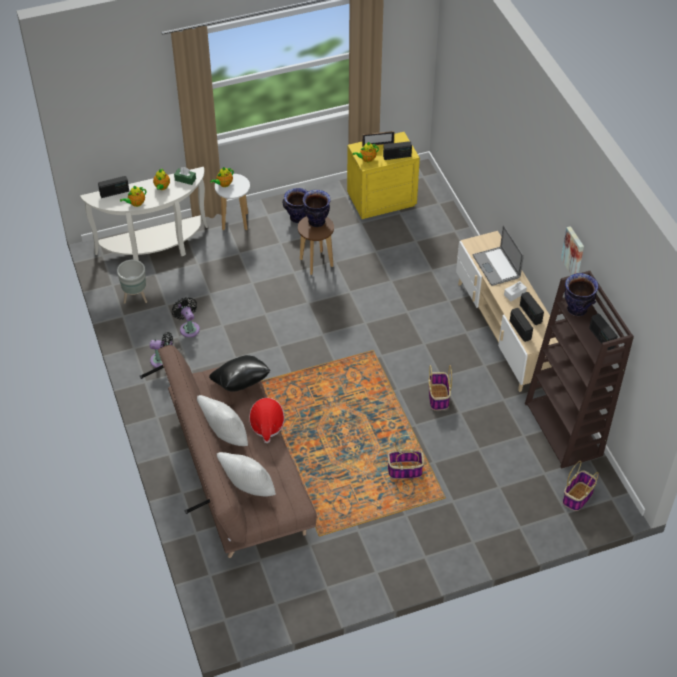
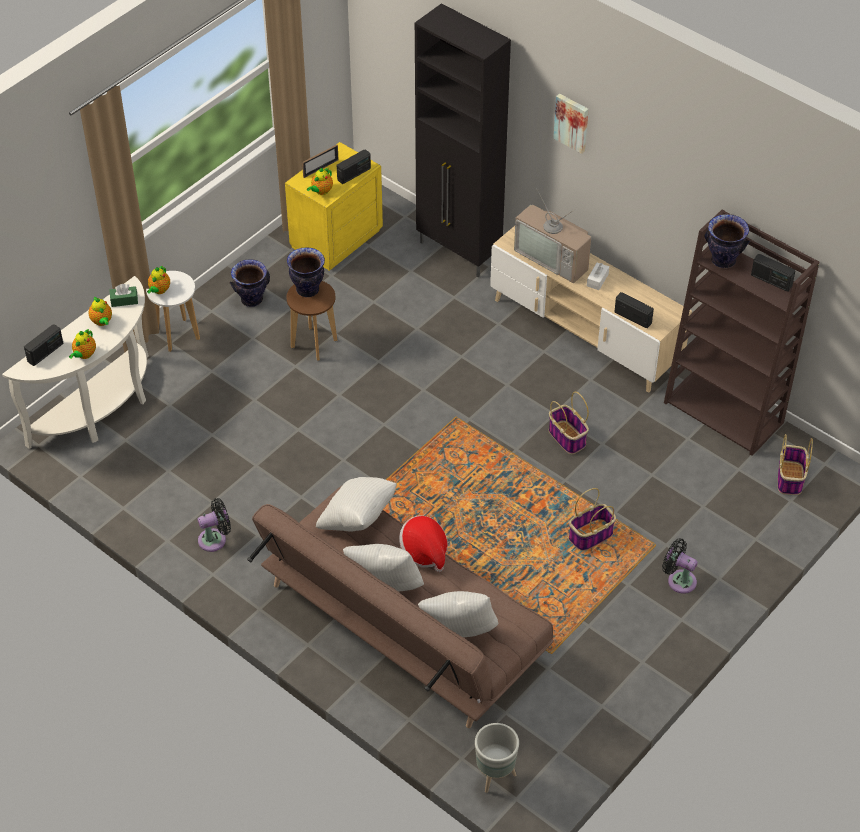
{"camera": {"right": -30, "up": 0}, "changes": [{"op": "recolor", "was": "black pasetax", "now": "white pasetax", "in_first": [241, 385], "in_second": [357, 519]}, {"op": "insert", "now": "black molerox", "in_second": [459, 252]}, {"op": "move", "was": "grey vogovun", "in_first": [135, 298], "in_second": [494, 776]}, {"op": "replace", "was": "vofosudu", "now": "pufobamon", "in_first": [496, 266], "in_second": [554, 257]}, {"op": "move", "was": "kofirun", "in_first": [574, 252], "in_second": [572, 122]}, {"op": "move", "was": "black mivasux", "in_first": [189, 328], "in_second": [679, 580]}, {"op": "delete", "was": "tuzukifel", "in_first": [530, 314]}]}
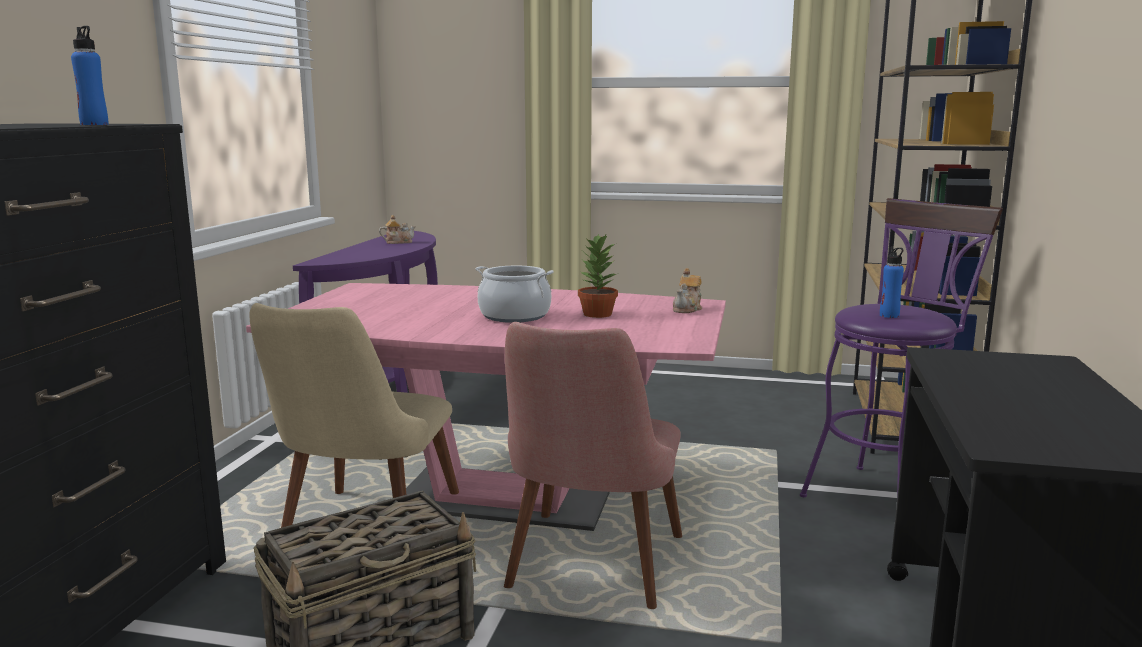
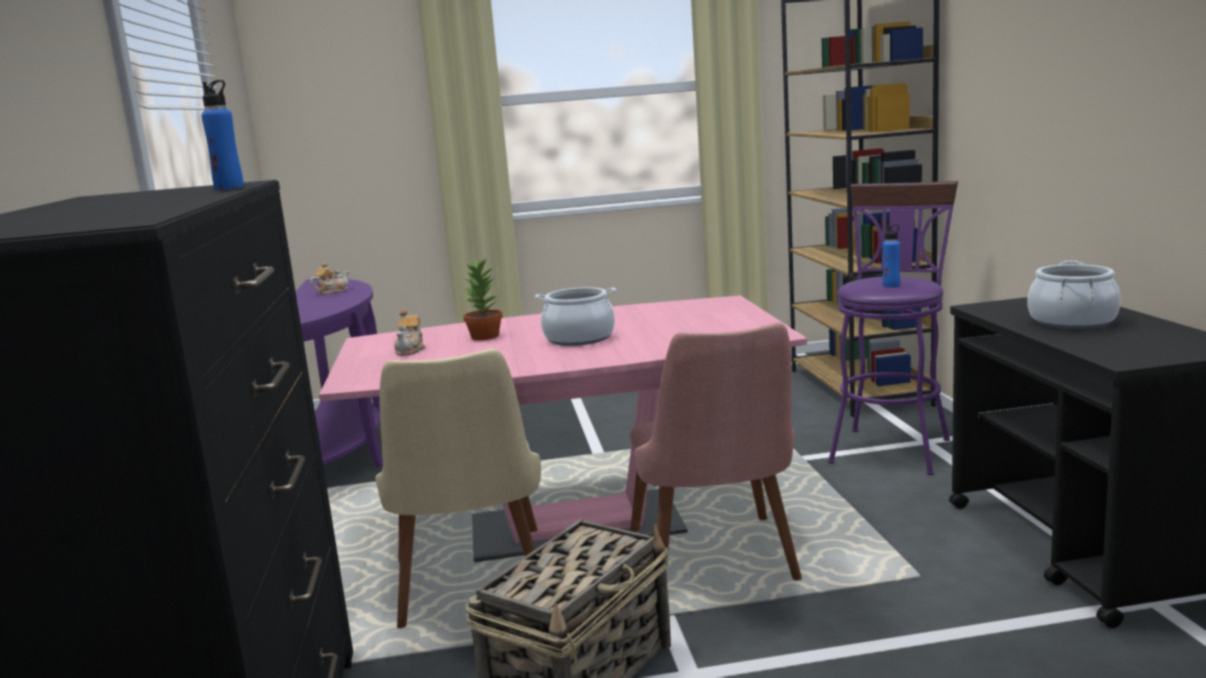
{"camera": {"right": -20, "up": 0}, "changes": [{"op": "move", "was": "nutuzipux", "in_first": [687, 309], "in_second": [410, 350]}, {"op": "move", "was": "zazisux", "in_first": [597, 314], "in_second": [485, 337]}, {"op": "insert", "now": "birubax", "in_second": [1072, 321]}]}
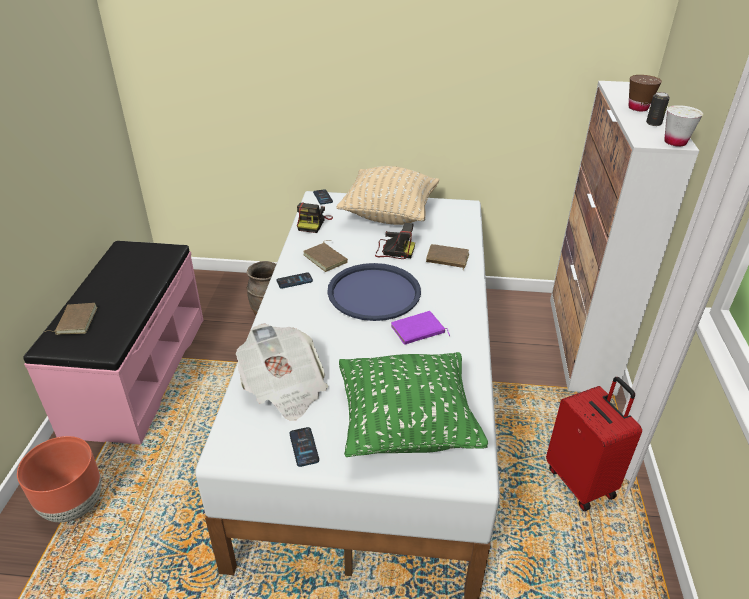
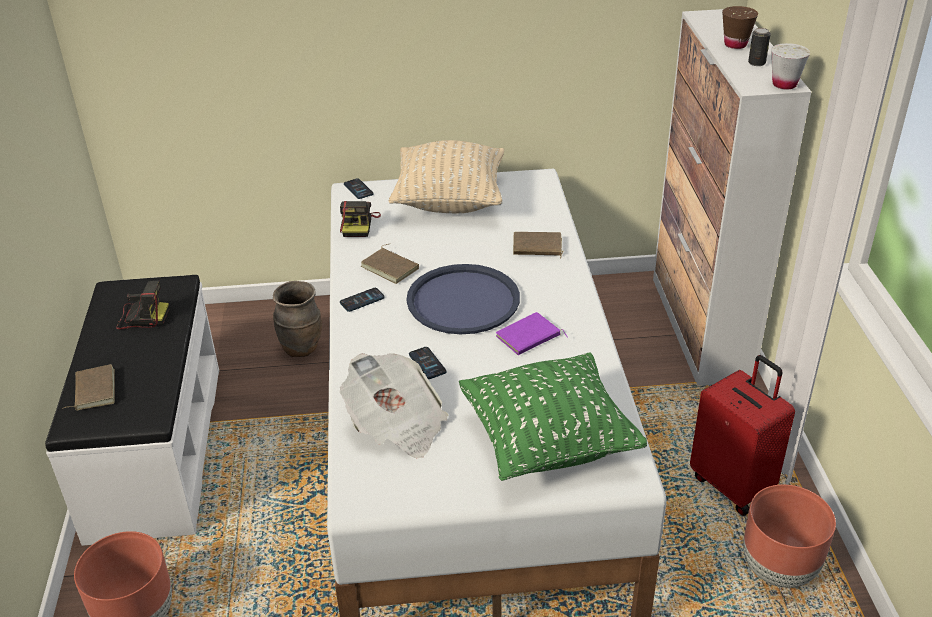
{"camera": {"right": -10, "up": 0}, "changes": [{"op": "recolor", "was": "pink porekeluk", "now": "white porekeluk", "in_first": [136, 373], "in_second": [154, 450]}, {"op": "move", "was": "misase", "in_first": [393, 250], "in_second": [141, 317]}, {"op": "move", "was": "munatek", "in_first": [304, 447], "in_second": [427, 363]}, {"op": "insert", "now": "brown vogovun", "in_second": [779, 569]}]}
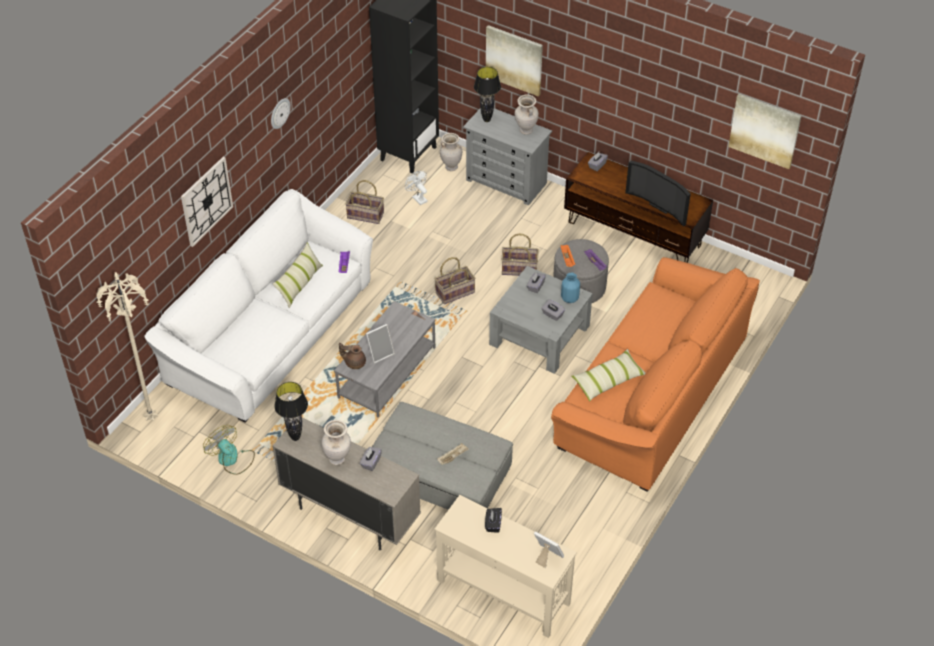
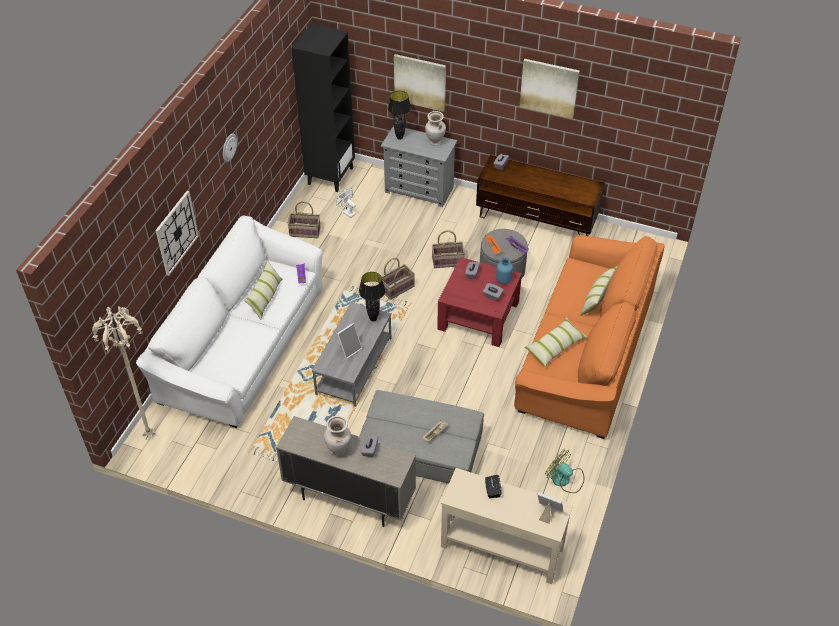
{"camera": {"right": -10, "up": 0}, "changes": [{"op": "move", "was": "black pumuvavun", "in_first": [295, 437], "in_second": [373, 319]}, {"op": "recolor", "was": "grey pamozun", "now": "red pamozun", "in_first": [539, 335], "in_second": [478, 315]}, {"op": "move", "was": "kofirun", "in_first": [764, 130], "in_second": [549, 88]}, {"op": "move", "was": "mivasux", "in_first": [232, 459], "in_second": [564, 479]}, {"op": "insert", "now": "pasetax", "in_second": [597, 298]}, {"op": "delete", "was": "brown nutuzipux", "in_first": [354, 362]}, {"op": "delete", "was": "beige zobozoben", "in_first": [451, 167]}, {"op": "delete", "was": "pufobamon", "in_first": [661, 205]}]}
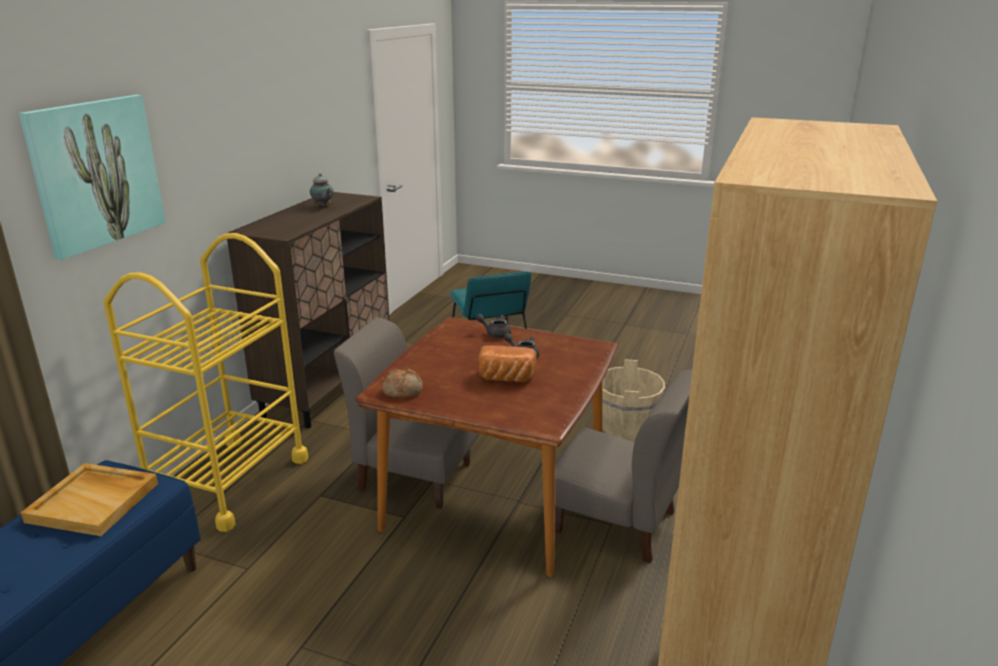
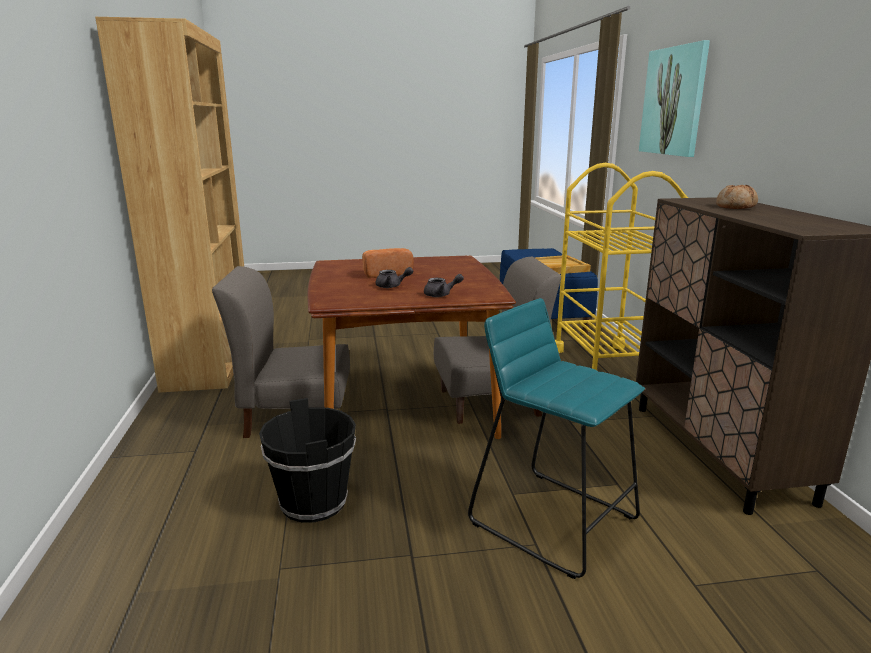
{"camera": {"right": 150, "up": -5}, "changes": [{"op": "recolor", "was": "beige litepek", "now": "black litepek", "in_first": [625, 435], "in_second": [314, 502]}, {"op": "move", "was": "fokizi", "in_first": [403, 390], "in_second": [736, 207]}, {"op": "delete", "was": "nutuzipux", "in_first": [323, 206]}]}
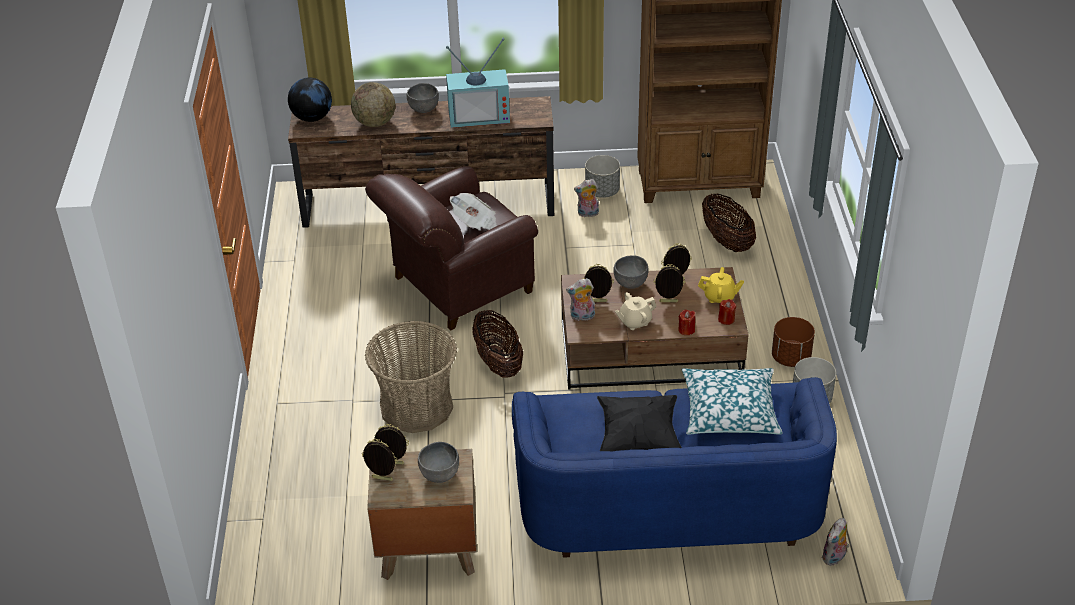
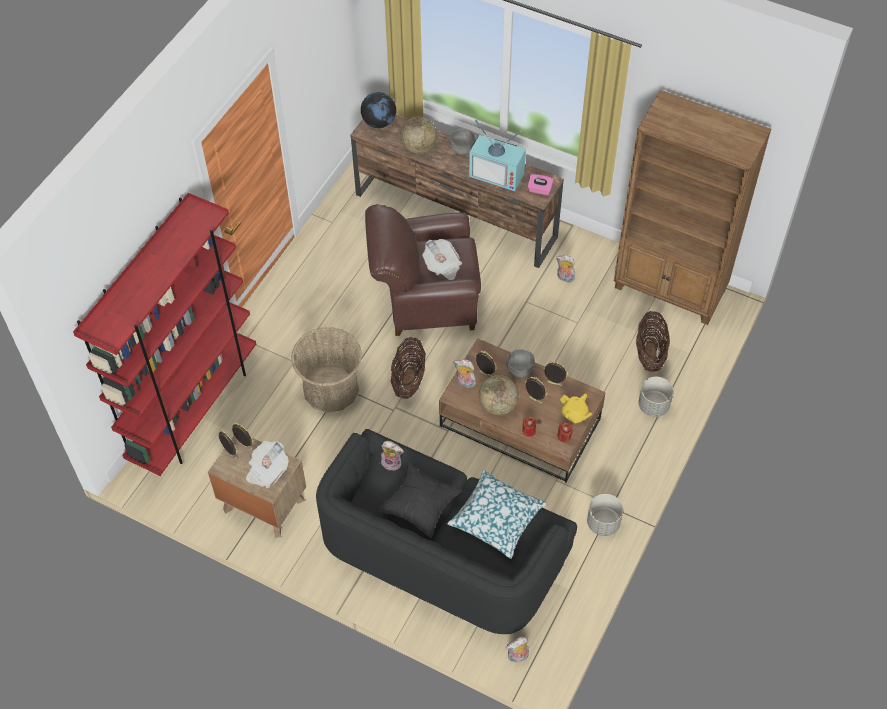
{"camera": {"right": 30, "up": 15}, "changes": [{"op": "insert", "now": "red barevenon", "in_second": [194, 408]}, {"op": "replace", "was": "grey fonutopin", "now": "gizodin", "in_first": [439, 475], "in_second": [267, 470]}, {"op": "recolor", "was": "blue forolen", "now": "black forolen", "in_first": [668, 500], "in_second": [441, 551]}, {"op": "insert", "now": "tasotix", "in_second": [392, 462]}, {"op": "replace", "was": "beige nutuzipux", "now": "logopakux", "in_first": [635, 322], "in_second": [498, 405]}, {"op": "insert", "now": "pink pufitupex", "in_second": [539, 189]}, {"op": "move", "was": "grey vogovun", "in_first": [602, 191], "in_second": [653, 406]}, {"op": "delete", "was": "brown vogovun", "in_first": [791, 358]}]}
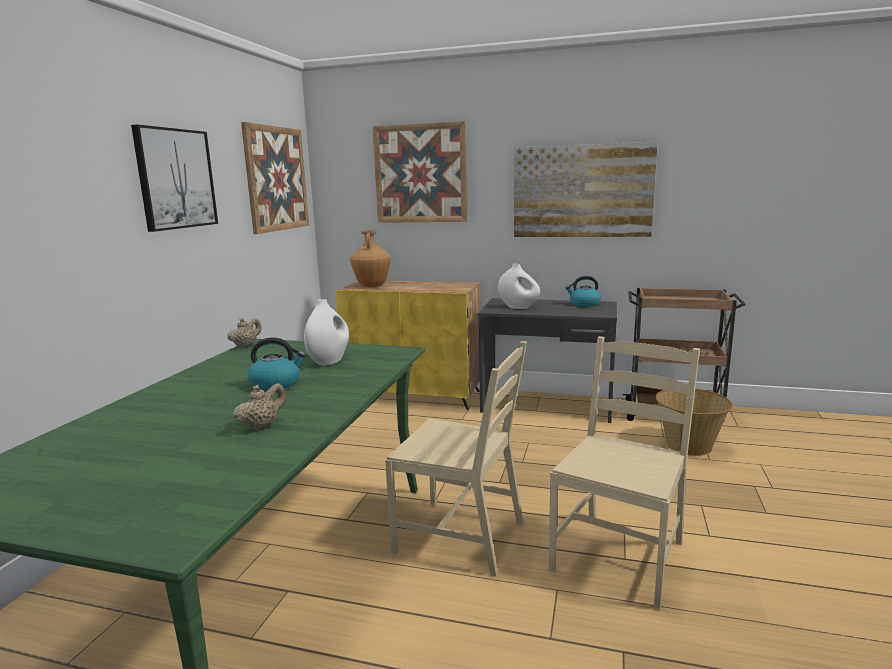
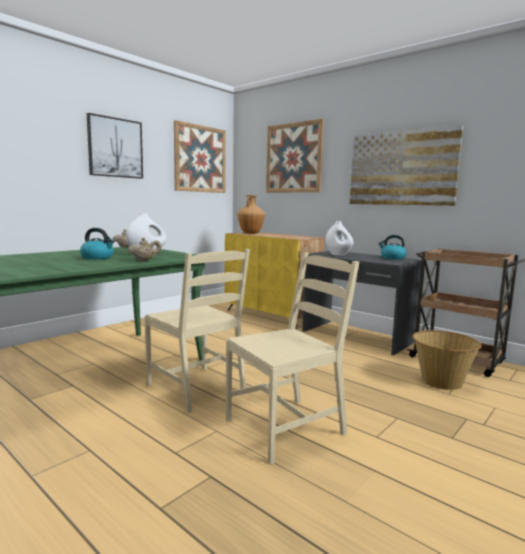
{"camera": {"right": 25, "up": -5}, "changes": [{"op": "move", "was": "beige nutuzipux", "in_first": [262, 425], "in_second": [144, 260]}]}
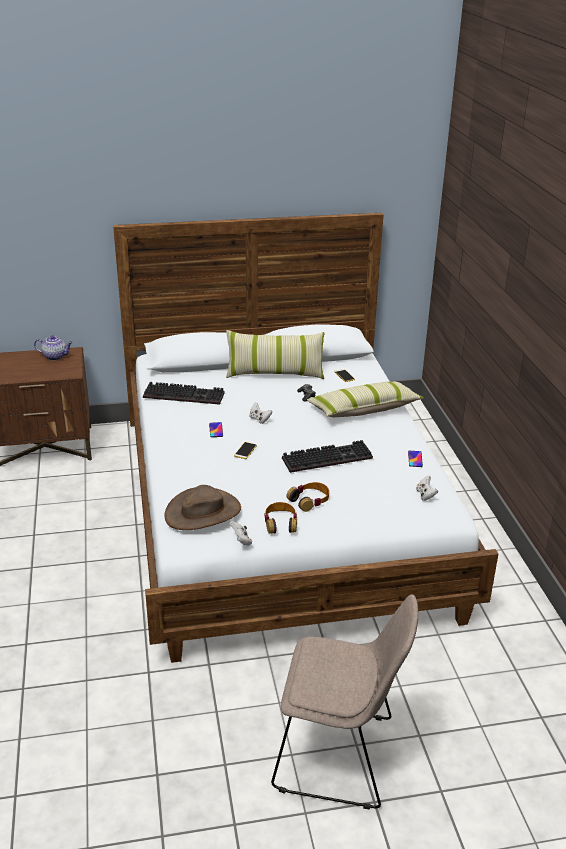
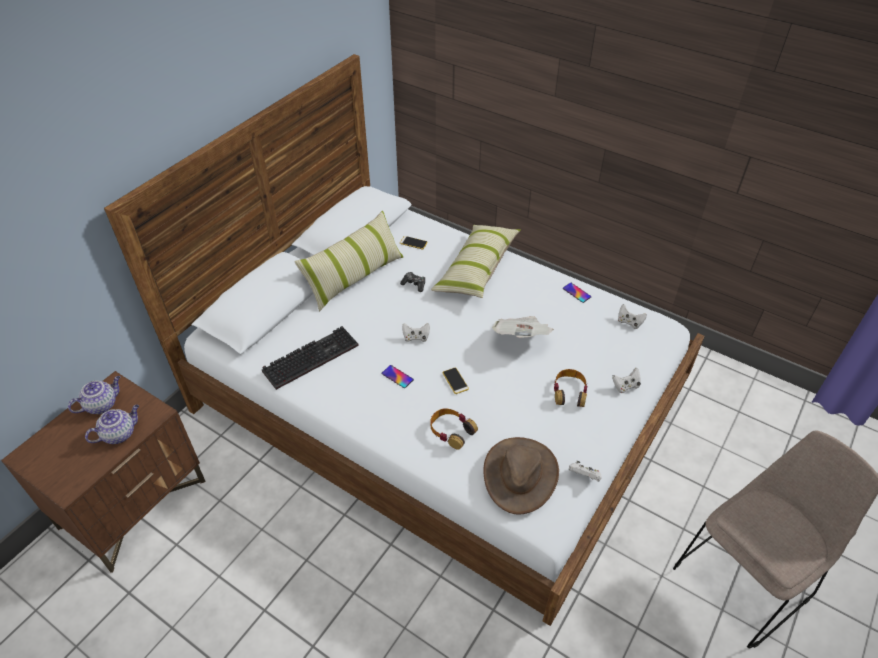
{"camera": {"right": -45, "up": 15}, "changes": [{"op": "insert", "now": "nutuzipux", "in_second": [120, 433]}, {"op": "move", "was": "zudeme", "in_first": [280, 523], "in_second": [451, 431]}, {"op": "replace", "was": "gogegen", "now": "gizodin", "in_first": [328, 457], "in_second": [521, 338]}, {"op": "insert", "now": "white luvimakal", "in_second": [625, 386]}]}
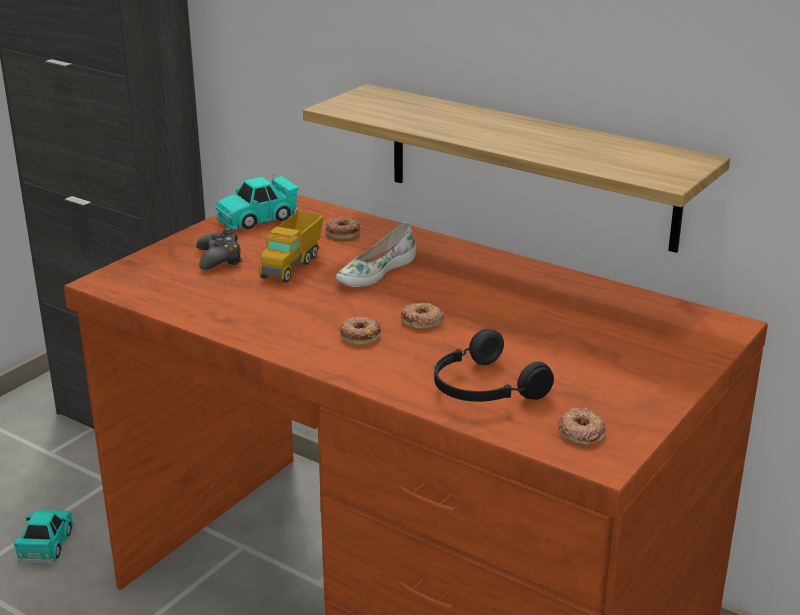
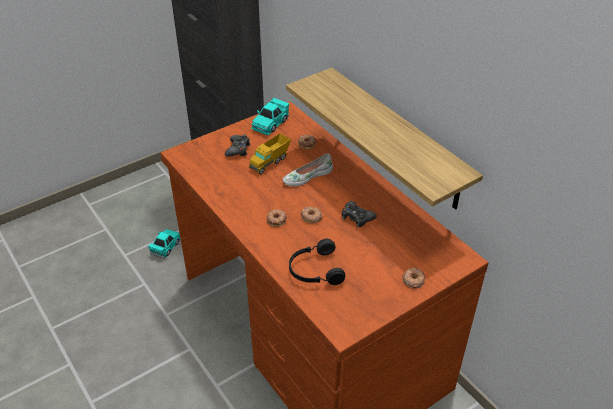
{"camera": {"right": 20, "up": 15}, "changes": [{"op": "rotate", "was": "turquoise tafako", "in_first": [257, 218], "in_second": [270, 123], "clockwise": -45}, {"op": "insert", "now": "black luvimakal", "in_second": [357, 217]}, {"op": "move", "was": "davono", "in_first": [580, 432], "in_second": [413, 280]}]}
